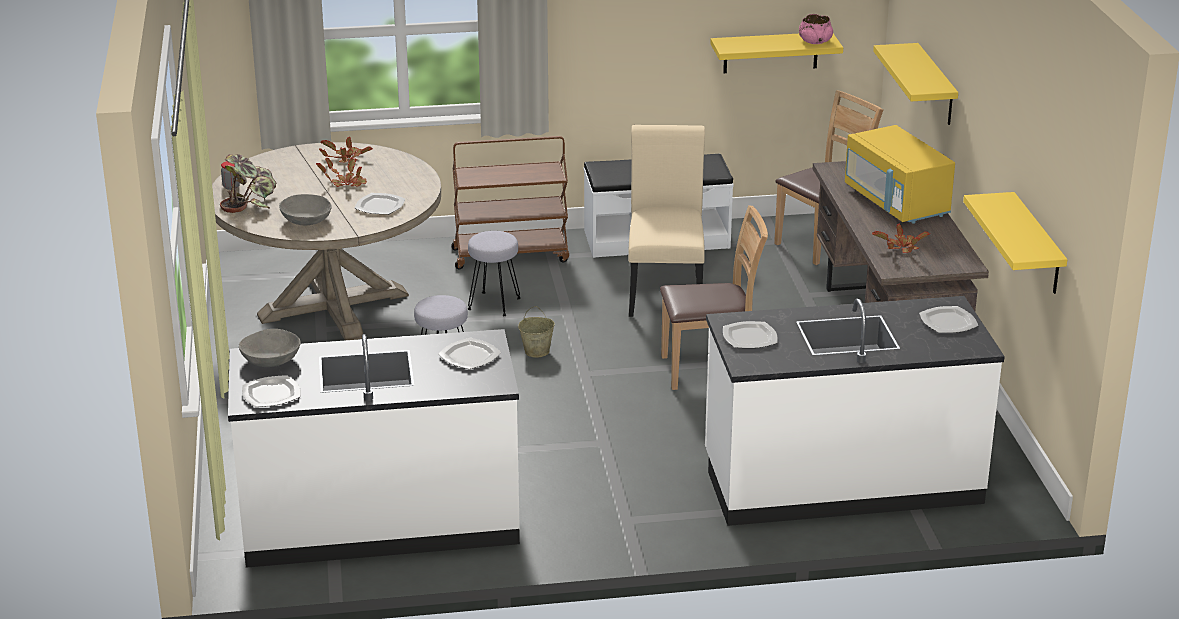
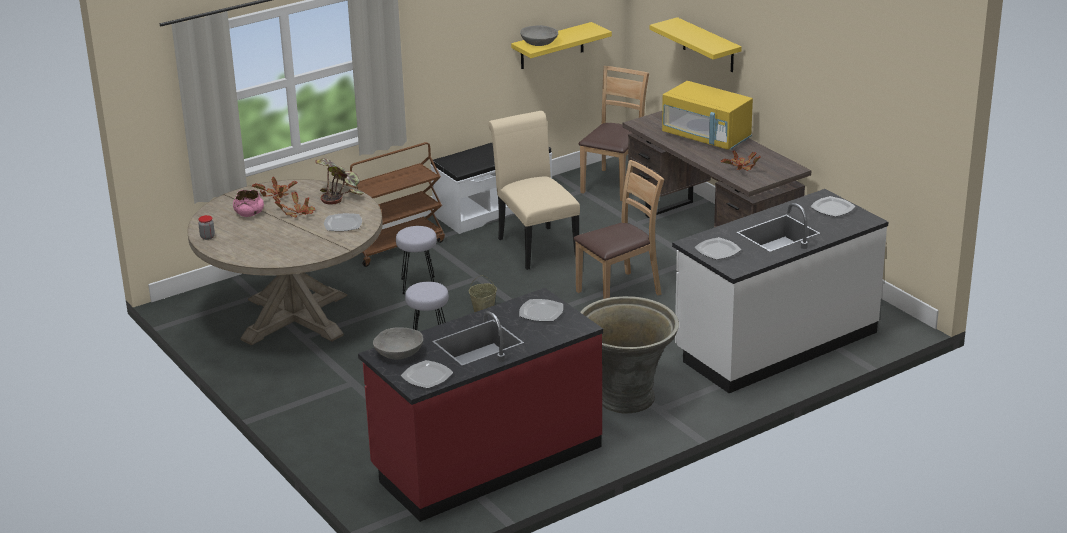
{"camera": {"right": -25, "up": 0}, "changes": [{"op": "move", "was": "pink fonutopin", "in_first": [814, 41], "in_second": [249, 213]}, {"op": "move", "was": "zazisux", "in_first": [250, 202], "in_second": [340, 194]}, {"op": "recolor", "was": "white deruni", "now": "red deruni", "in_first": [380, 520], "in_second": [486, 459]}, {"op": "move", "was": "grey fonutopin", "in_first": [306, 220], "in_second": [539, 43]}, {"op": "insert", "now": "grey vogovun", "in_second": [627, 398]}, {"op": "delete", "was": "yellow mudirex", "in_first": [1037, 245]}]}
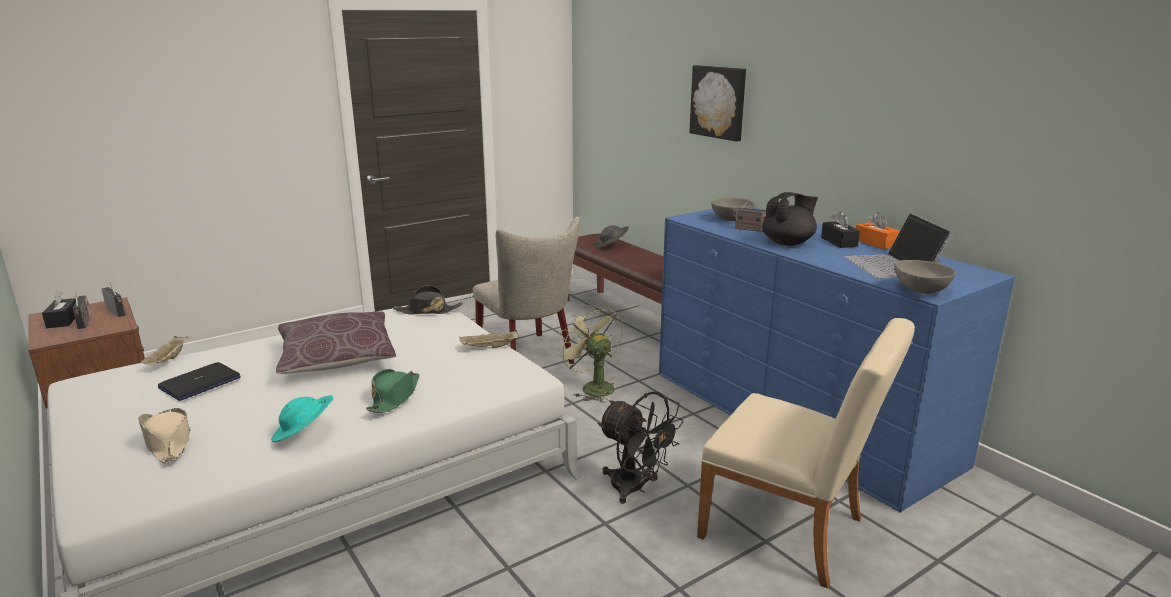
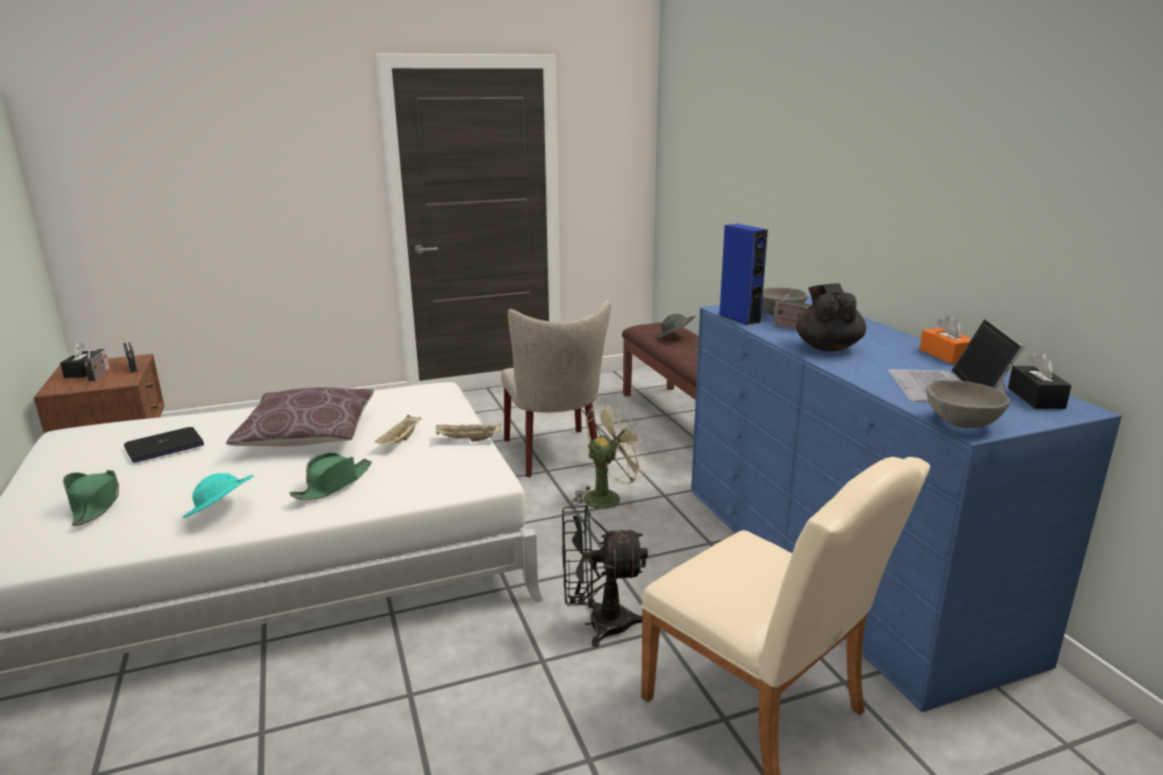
{"camera": {"right": 15, "up": 0}, "changes": [{"op": "recolor", "was": "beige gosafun", "now": "green gosafun", "in_first": [168, 442], "in_second": [96, 504]}, {"op": "move", "was": "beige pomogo", "in_first": [168, 360], "in_second": [400, 441]}, {"op": "rotate", "was": "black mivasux", "in_first": [635, 488], "in_second": [598, 624], "clockwise": 120}, {"op": "rotate", "was": "green mivasux", "in_first": [592, 387], "in_second": [608, 497], "clockwise": 75}, {"op": "insert", "now": "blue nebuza", "in_second": [739, 318]}, {"op": "rotate", "was": "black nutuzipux", "in_first": [788, 243], "in_second": [827, 347], "clockwise": -75}, {"op": "move", "was": "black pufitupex", "in_first": [839, 242], "in_second": [1035, 398]}, {"op": "delete", "was": "black gosafun", "in_first": [428, 311]}, {"op": "delete", "was": "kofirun", "in_first": [719, 102]}]}
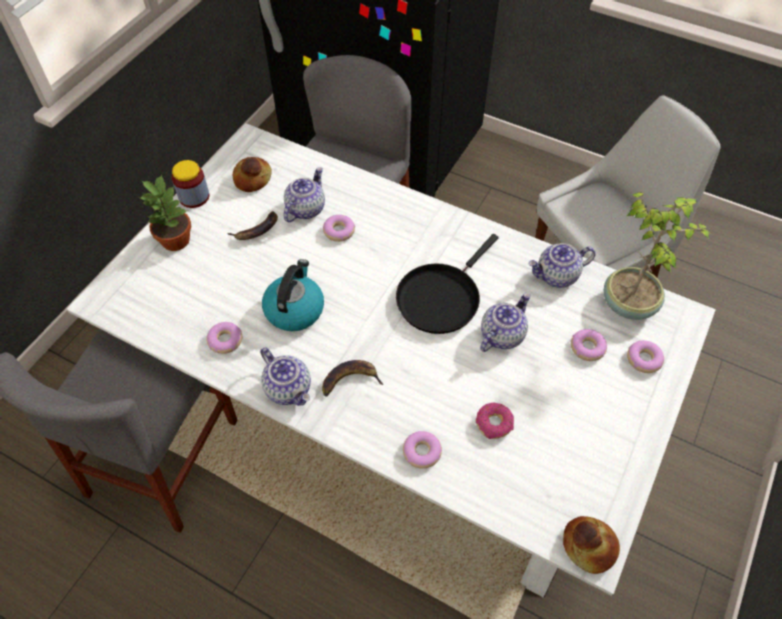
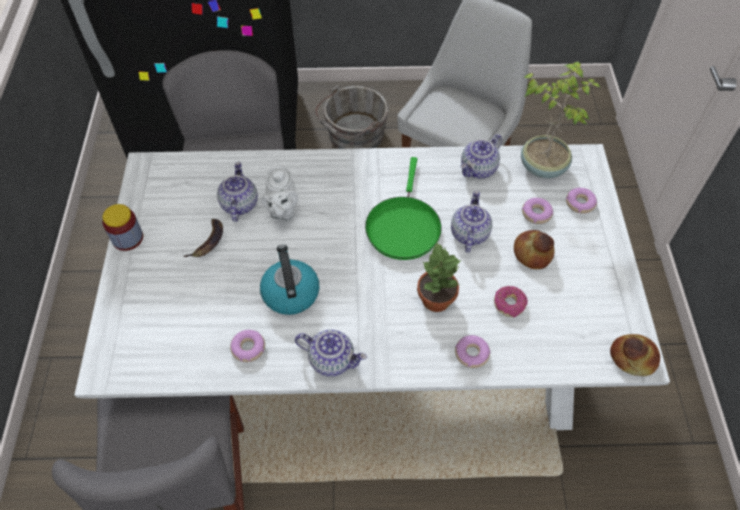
{"camera": {"right": -30, "up": 0}, "changes": [{"op": "replace", "was": "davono", "now": "white nutuzipux", "in_first": [339, 231], "in_second": [282, 210]}, {"op": "insert", "now": "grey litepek", "in_second": [353, 135]}, {"op": "recolor", "was": "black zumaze", "now": "green zumaze", "in_first": [440, 297], "in_second": [403, 226]}, {"op": "move", "was": "zazisux", "in_first": [175, 239], "in_second": [435, 299]}, {"op": "move", "was": "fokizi", "in_first": [253, 179], "in_second": [533, 253]}, {"op": "delete", "was": "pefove", "in_first": [350, 380]}]}
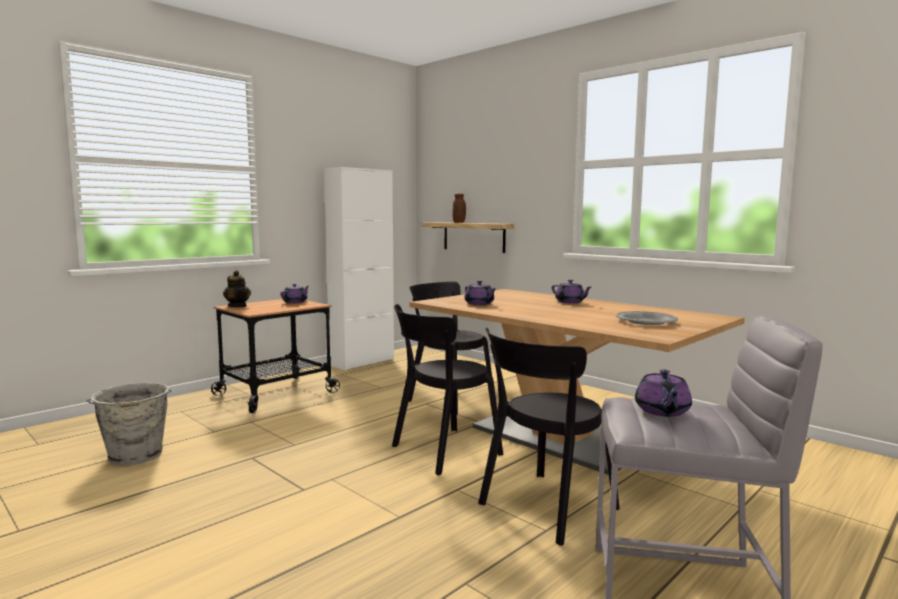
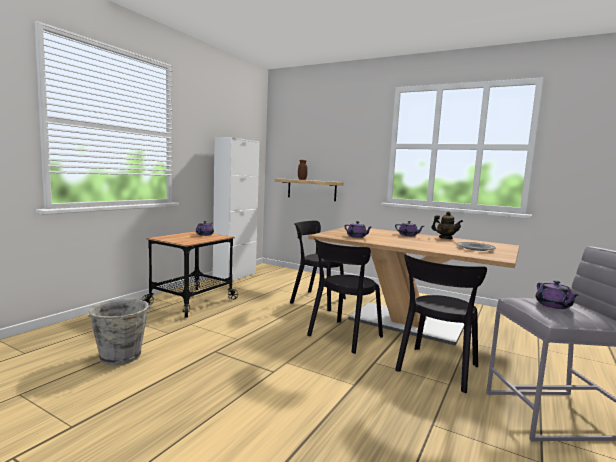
{"camera": {"right": -15, "up": 0}, "changes": [{"op": "move", "was": "nutuzipux", "in_first": [237, 306], "in_second": [445, 238]}]}
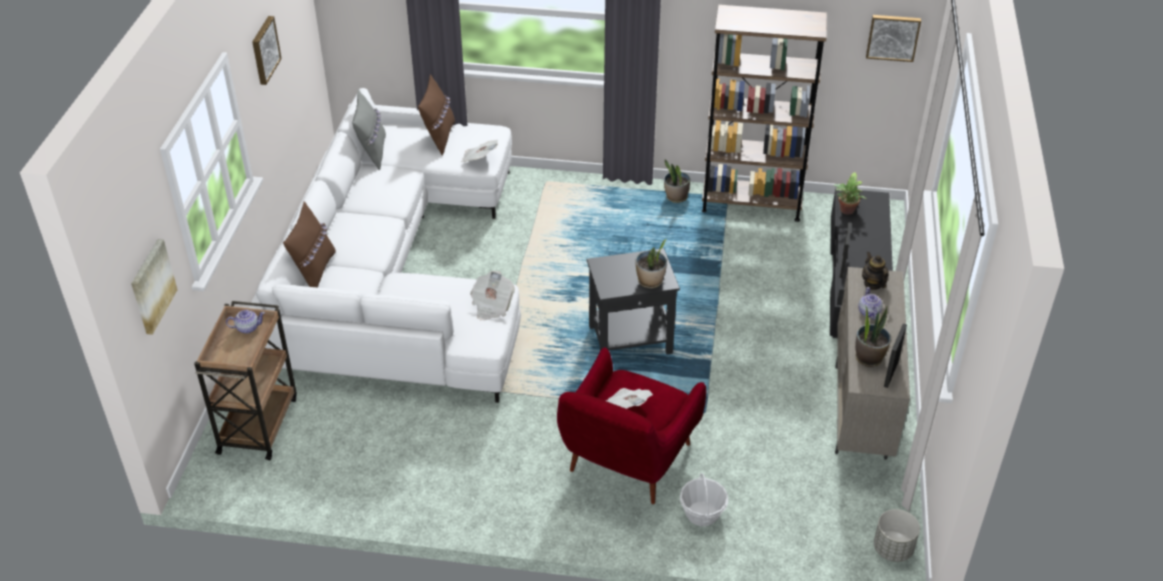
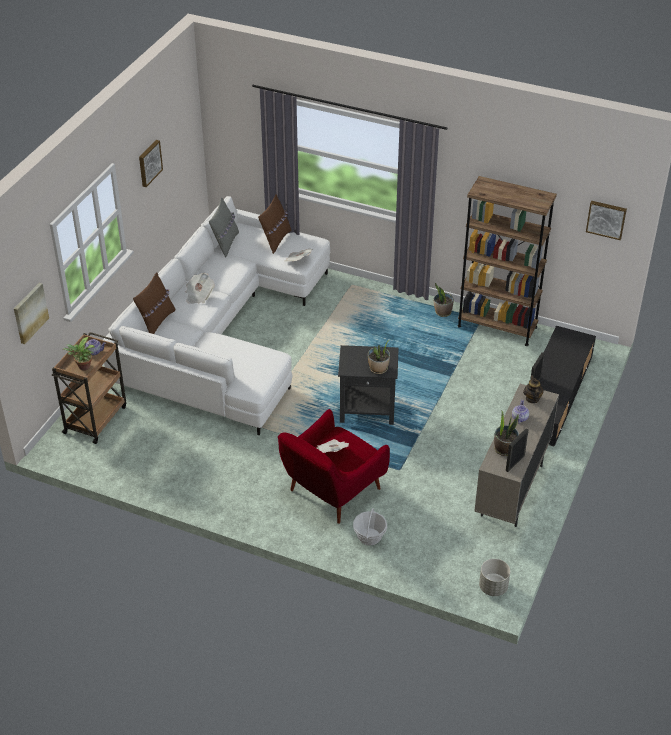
{"camera": {"right": 15, "up": 0}, "changes": [{"op": "move", "was": "zazisux", "in_first": [846, 211], "in_second": [83, 367]}, {"op": "move", "was": "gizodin", "in_first": [492, 306], "in_second": [199, 295]}]}
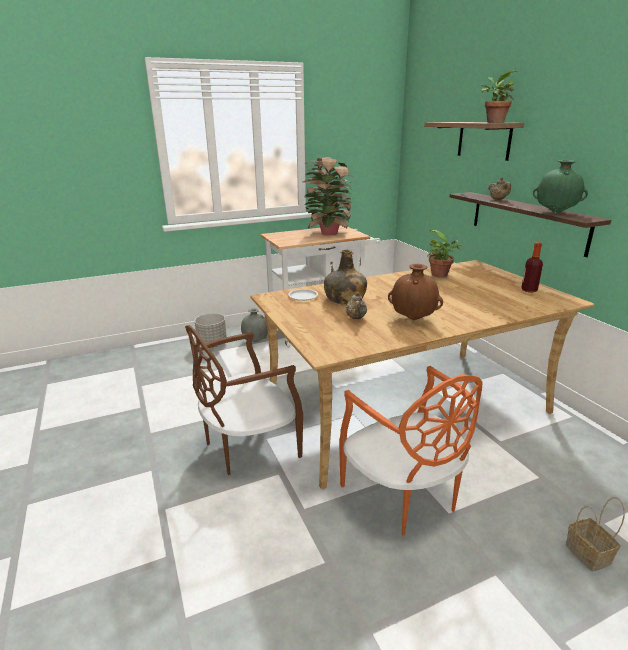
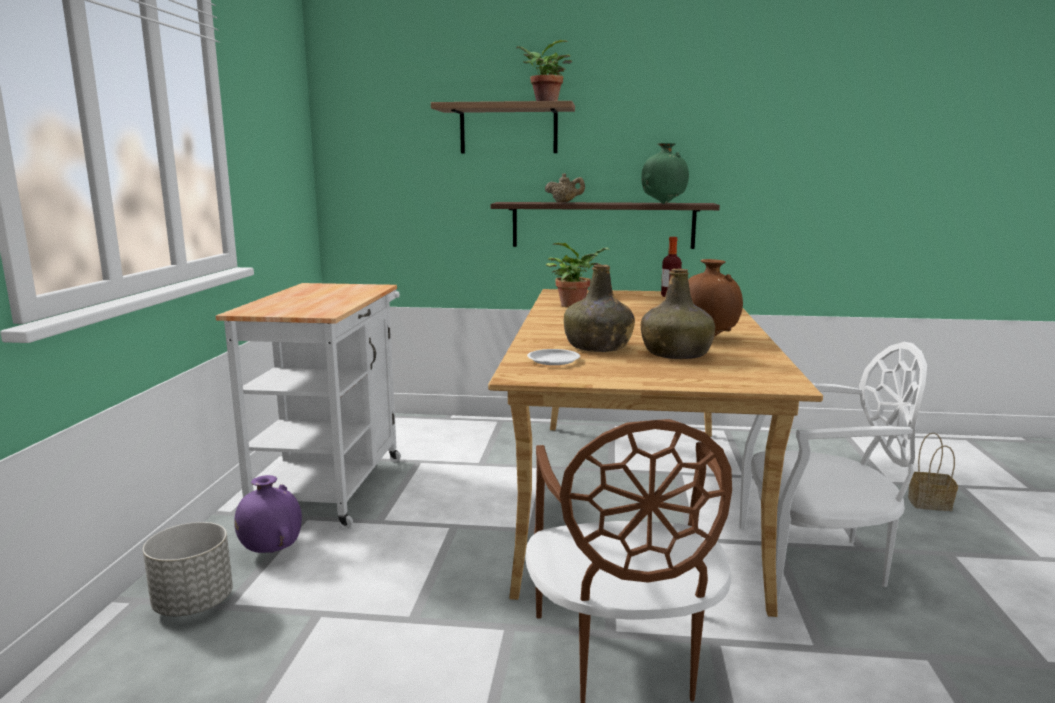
{"camera": {"right": -60, "up": -10}, "changes": [{"op": "recolor", "was": "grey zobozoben", "now": "purple zobozoben", "in_first": [255, 341], "in_second": [271, 551]}, {"op": "replace", "was": "beige nutuzipux", "now": "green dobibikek", "in_first": [356, 318], "in_second": [676, 354]}, {"op": "recolor", "was": "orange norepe", "now": "white norepe", "in_first": [403, 496], "in_second": [814, 561]}, {"op": "delete", "was": "zazisux", "in_first": [328, 233]}]}
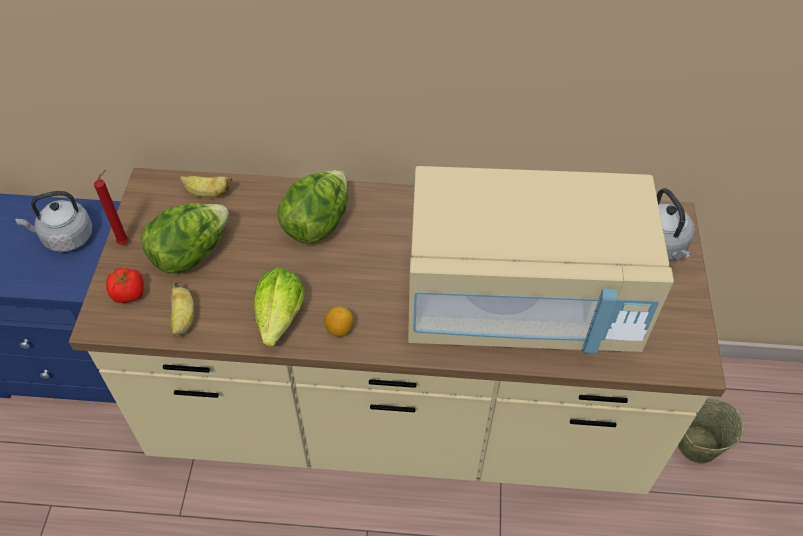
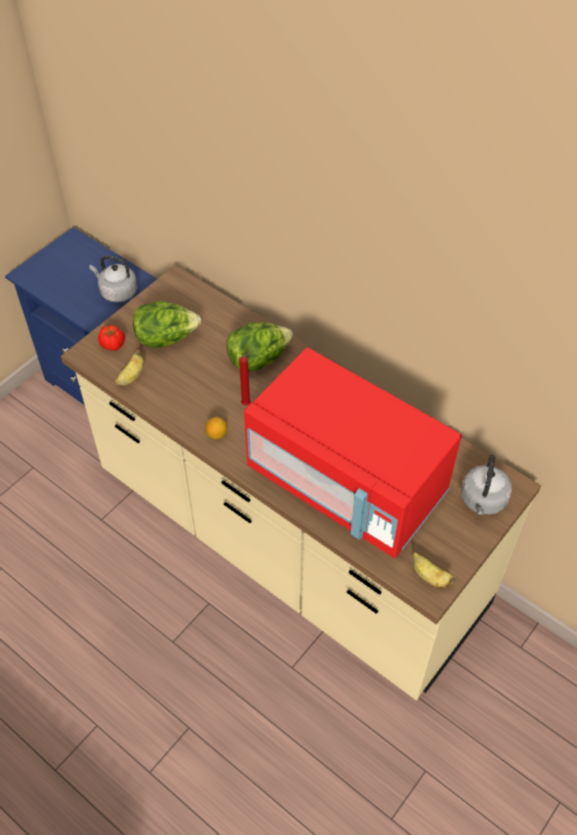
{"camera": {"right": 35, "up": 0}, "changes": [{"op": "move", "was": "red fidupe", "in_first": [125, 242], "in_second": [247, 404]}, {"op": "recolor", "was": "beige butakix", "now": "red butakix", "in_first": [521, 303], "in_second": [347, 483]}, {"op": "move", "was": "pefove", "in_first": [207, 193], "in_second": [429, 577]}, {"op": "delete", "was": "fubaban", "in_first": [279, 322]}, {"op": "delete", "was": "beige litepek", "in_first": [696, 445]}]}
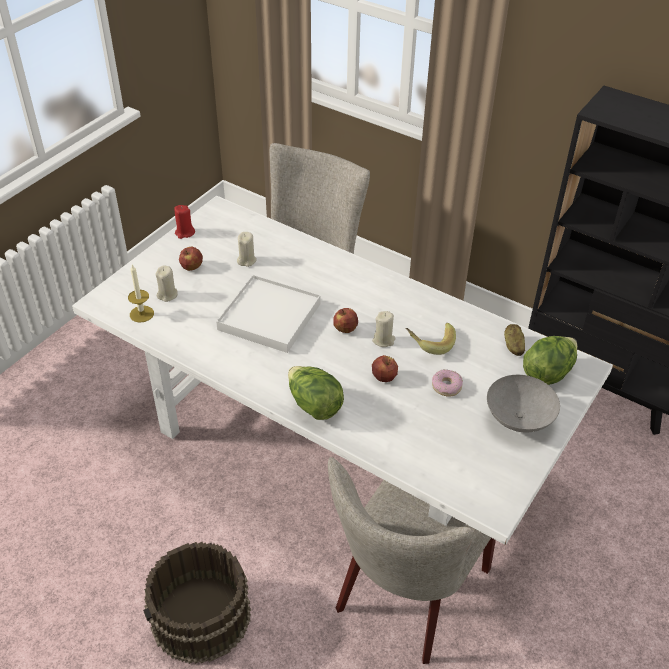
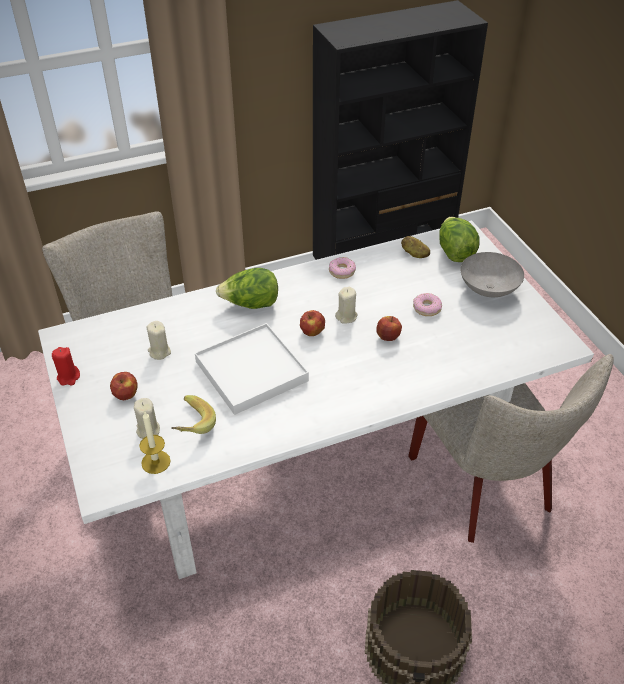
{"camera": {"right": -55, "up": 0}, "changes": [{"op": "move", "was": "pefove", "in_first": [429, 343], "in_second": [190, 425]}, {"op": "move", "was": "fubaban", "in_first": [314, 405], "in_second": [250, 304]}, {"op": "insert", "now": "davono", "in_second": [341, 271]}]}
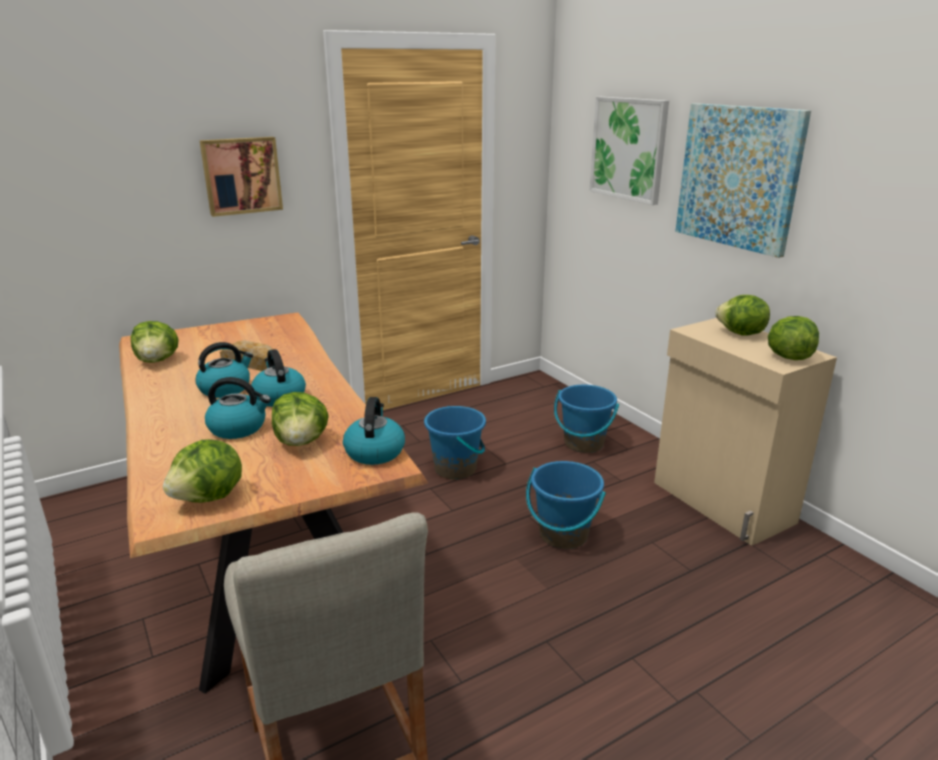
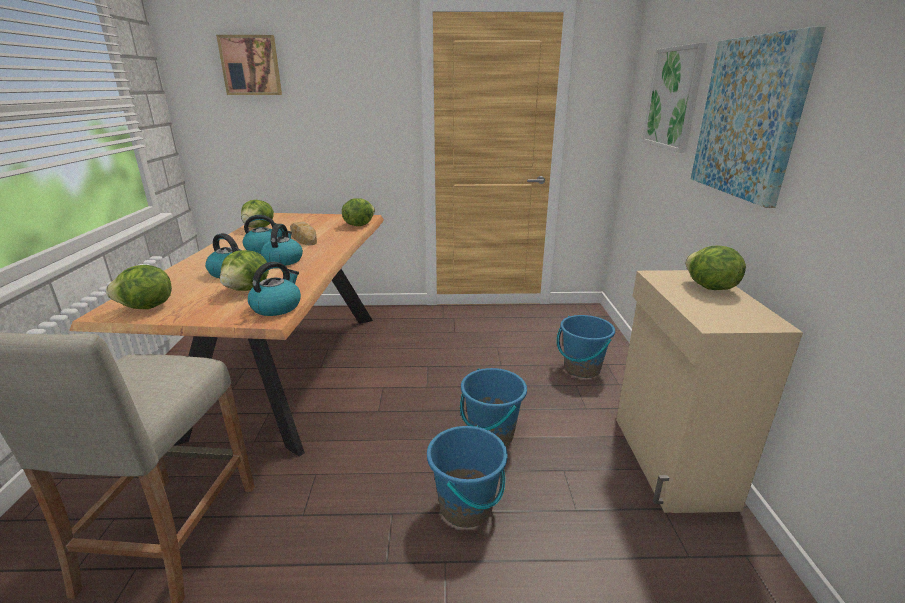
{"camera": {"right": 30, "up": 0}, "changes": [{"op": "move", "was": "kofirun", "in_first": [241, 175], "in_second": [251, 65]}, {"op": "move", "was": "fubaban", "in_first": [788, 357], "in_second": [358, 225]}, {"op": "move", "was": "blue litepek", "in_first": [456, 469], "in_second": [466, 507]}]}
